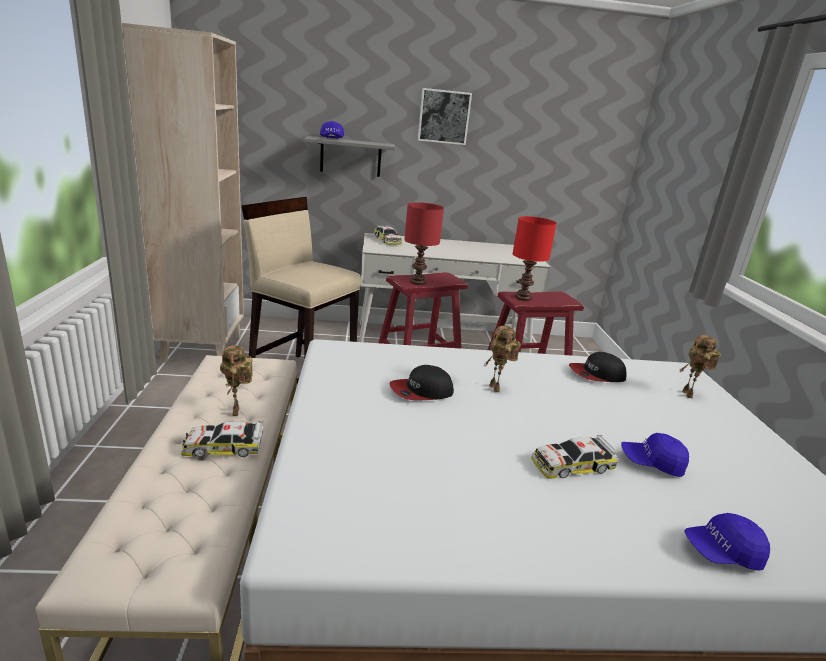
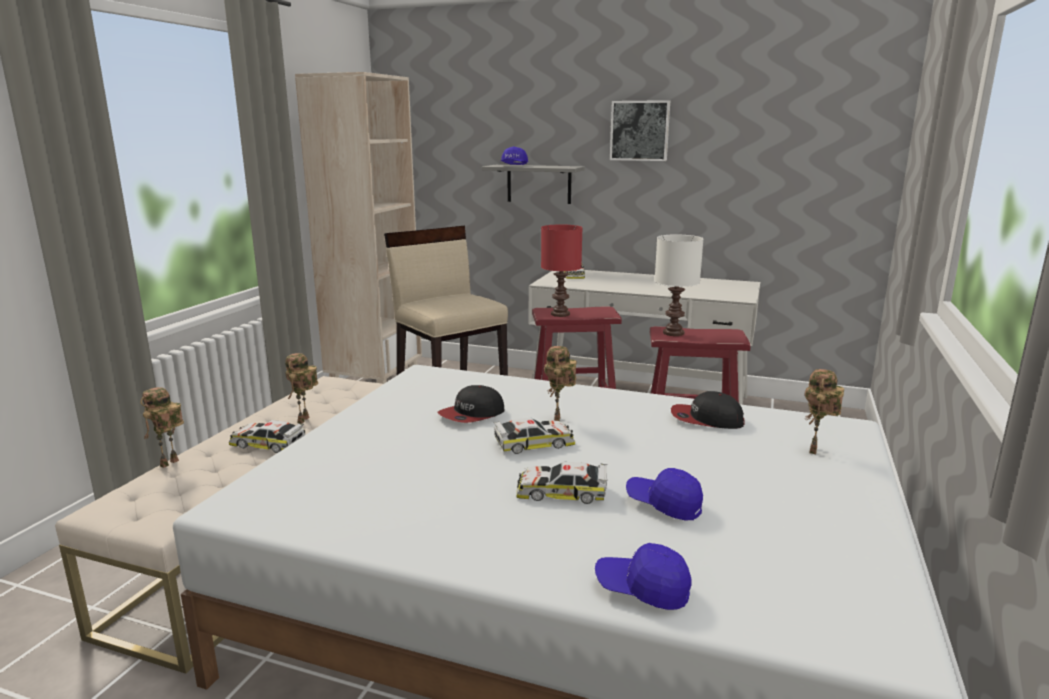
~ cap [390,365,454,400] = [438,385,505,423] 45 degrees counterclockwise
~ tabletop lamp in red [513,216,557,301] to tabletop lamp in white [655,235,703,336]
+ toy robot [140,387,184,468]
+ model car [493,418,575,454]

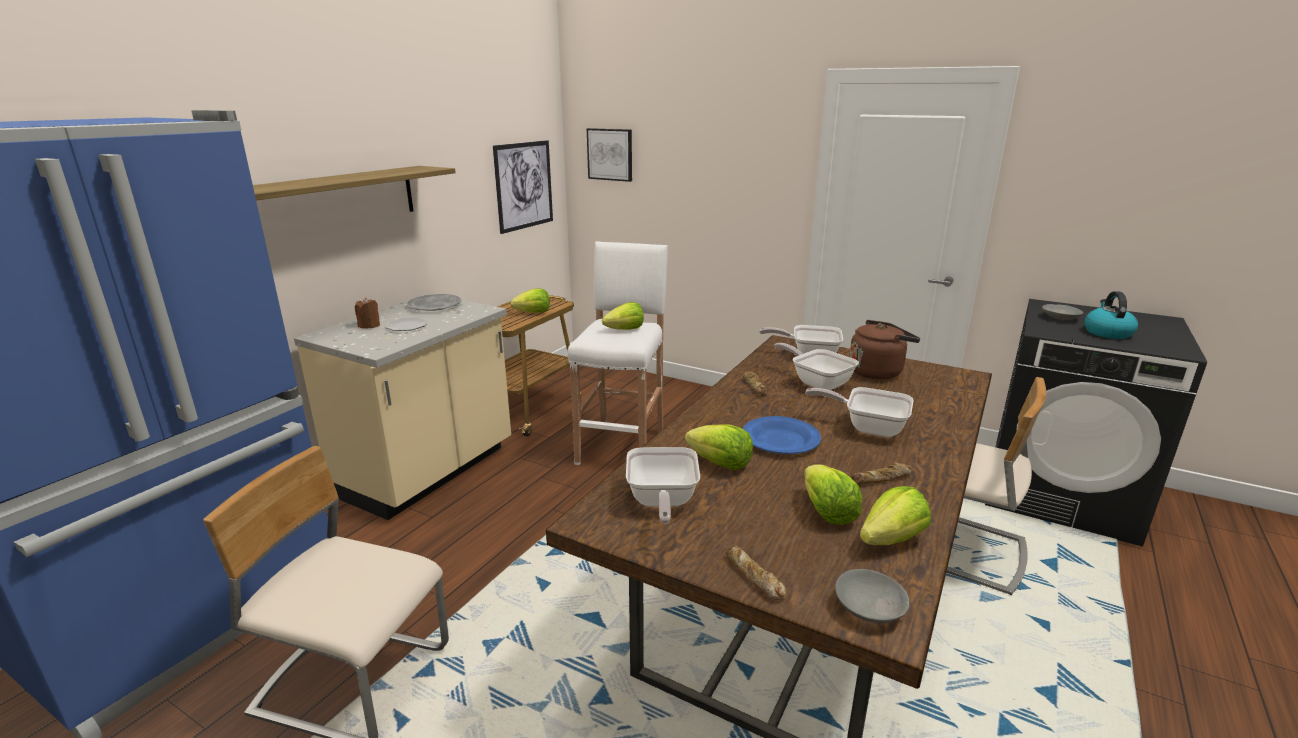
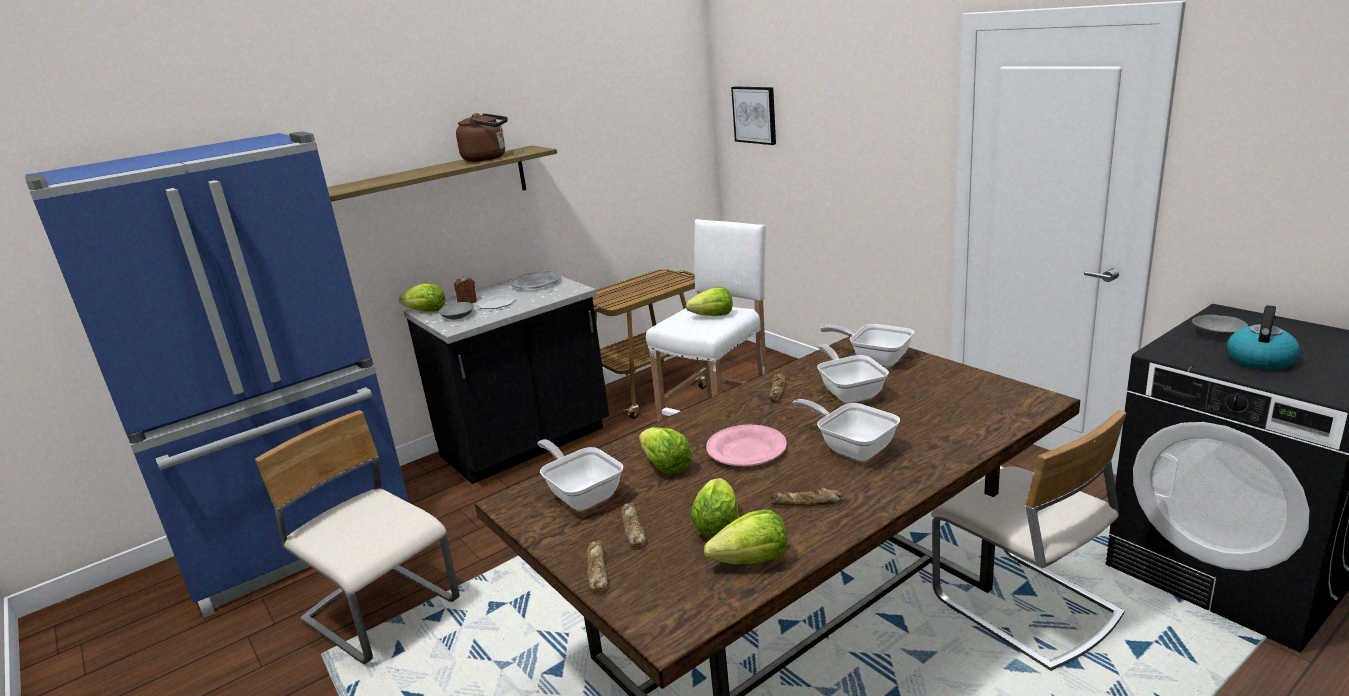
~ kitchen counter in beige-coloured [294,294,511,520] to kitchen counter in black [404,270,609,484]
- wall picture [493,140,553,234]
~ lettuce [511,289,550,313] to [399,283,446,312]
~ skillet [626,447,700,524] = [537,439,623,511] 120 degrees clockwise
~ dinner plate in bluish [743,416,821,454] to dinner plate in pinkish [706,425,787,466]
~ deep dish in grey [835,569,909,623] to [439,302,474,320]
~ tea kettle in brownish [849,320,920,380] to [456,113,508,162]
+ bread [621,502,646,547]

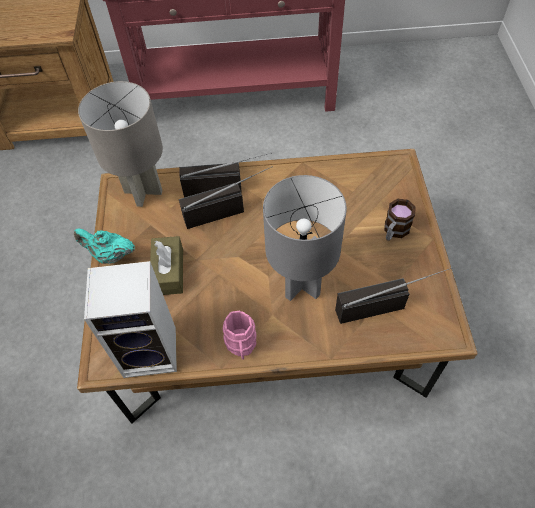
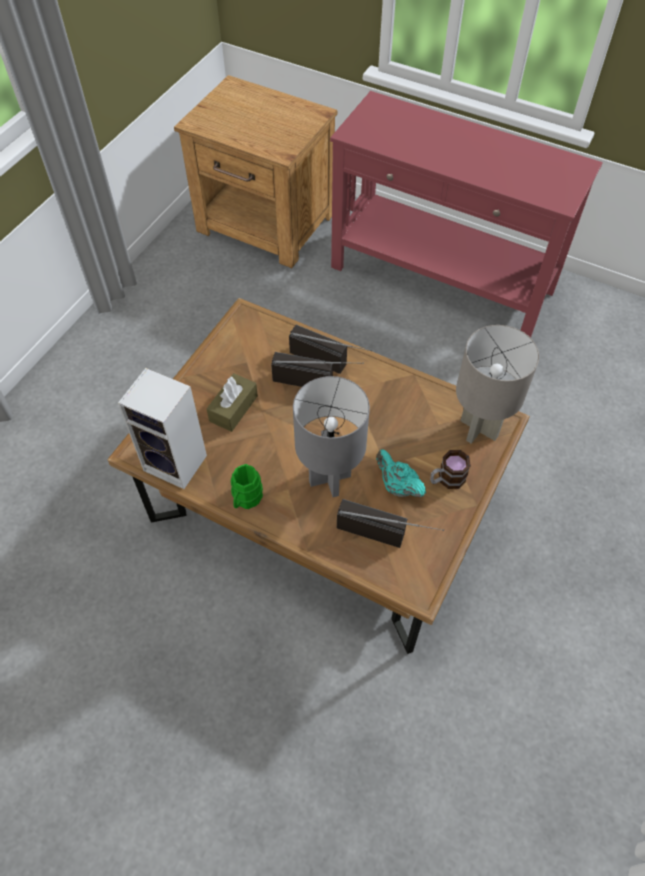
~ tea pot in turquoise [74,228,135,264] to [376,449,426,497]
~ tabletop lamp in grey [78,81,163,207] to [456,325,539,444]
~ coffee mug in pinkish [223,311,257,360] to coffee mug in greenish [231,464,263,509]

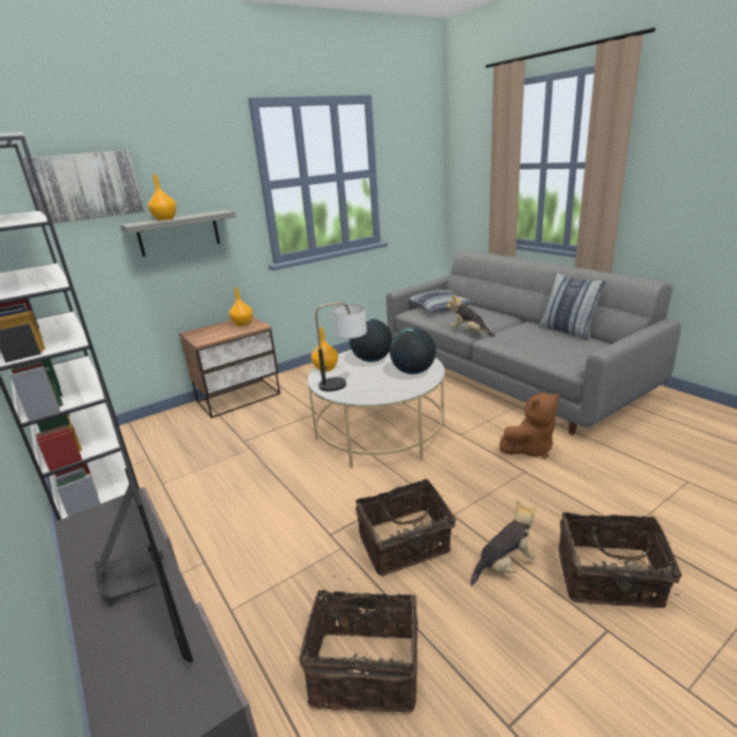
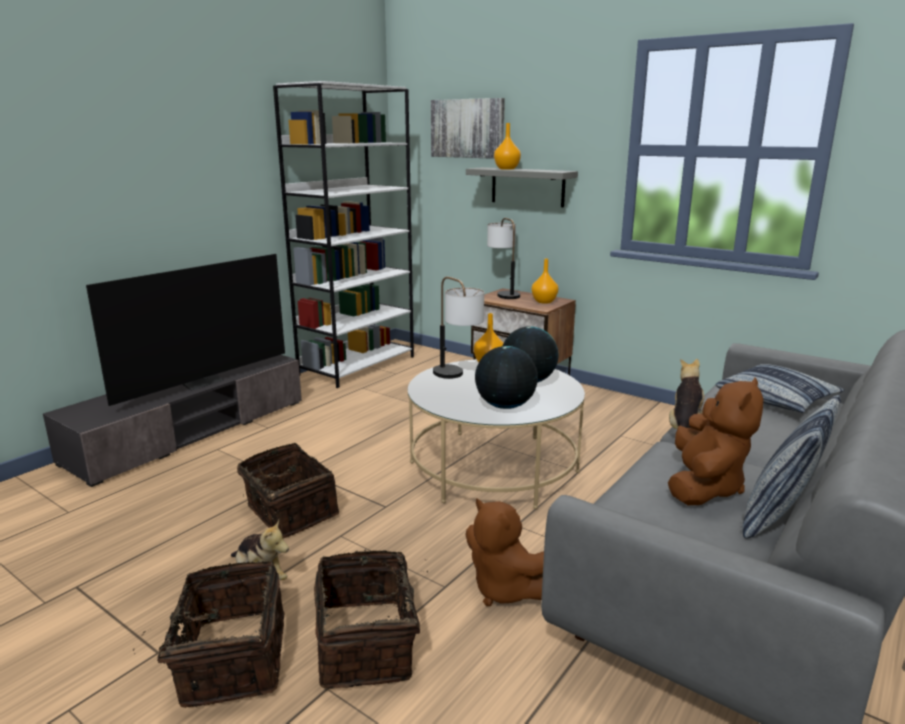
~ storage basket [299,576,418,713] to [314,550,428,689]
+ tabletop lamp [487,218,520,299]
+ cuddly toy in brownish [668,377,764,505]

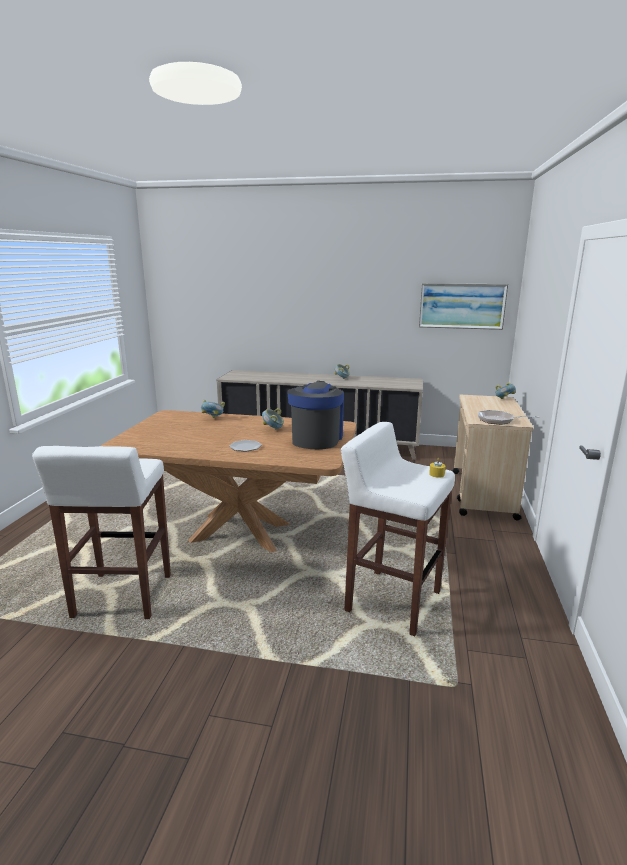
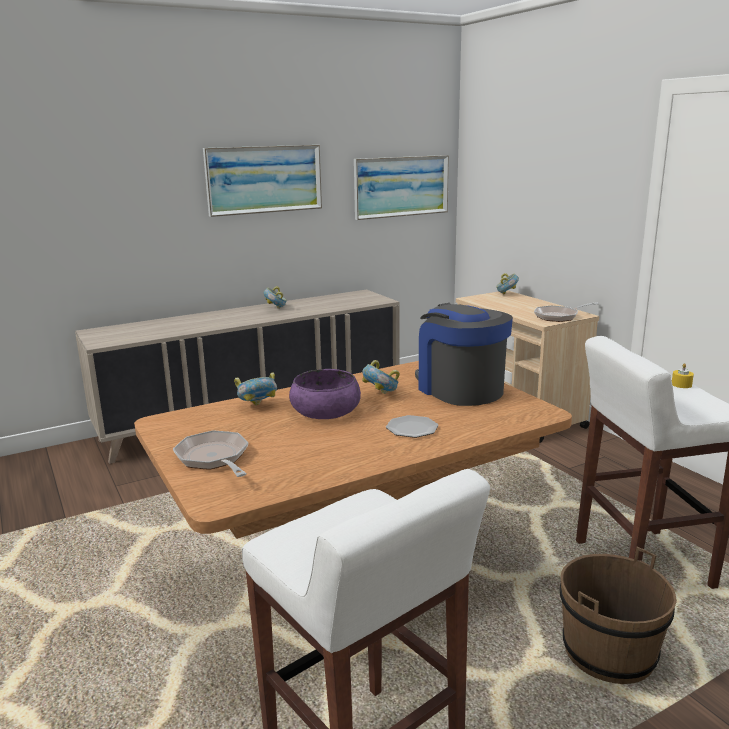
+ skillet [173,430,248,477]
+ wall picture [203,145,322,217]
+ deep dish in purple [289,369,361,419]
+ water bucket in brownish [560,547,677,684]

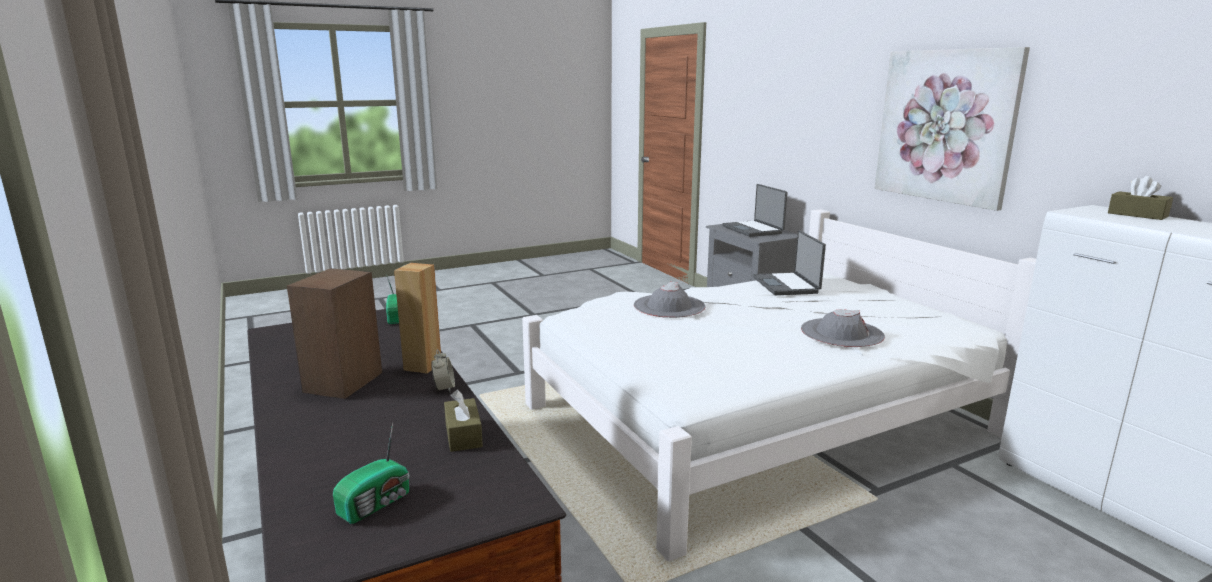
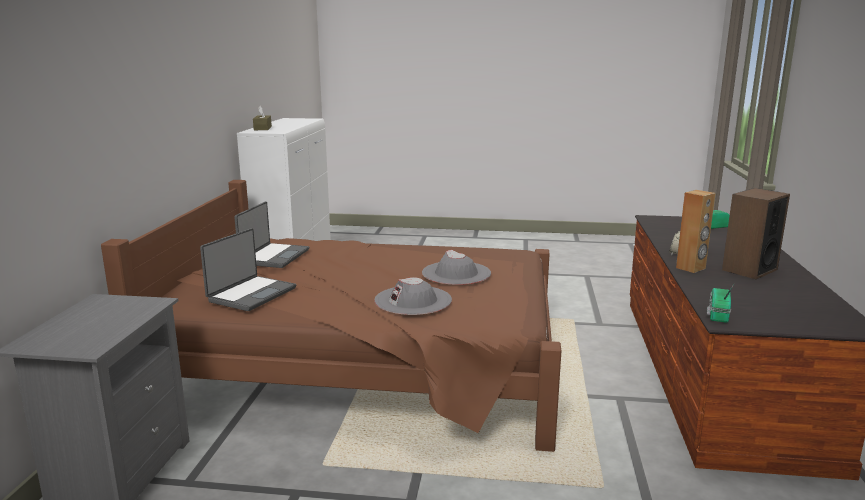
- box of tissues in brownish [444,390,483,452]
~ bedroom bed in white [522,209,1036,561] to bedroom bed in brownish [101,180,561,452]
~ notebook computer [722,184,787,237] to [234,202,309,268]
~ hat in grey [801,309,885,347] to [422,250,491,285]
- wall picture [875,47,1030,211]

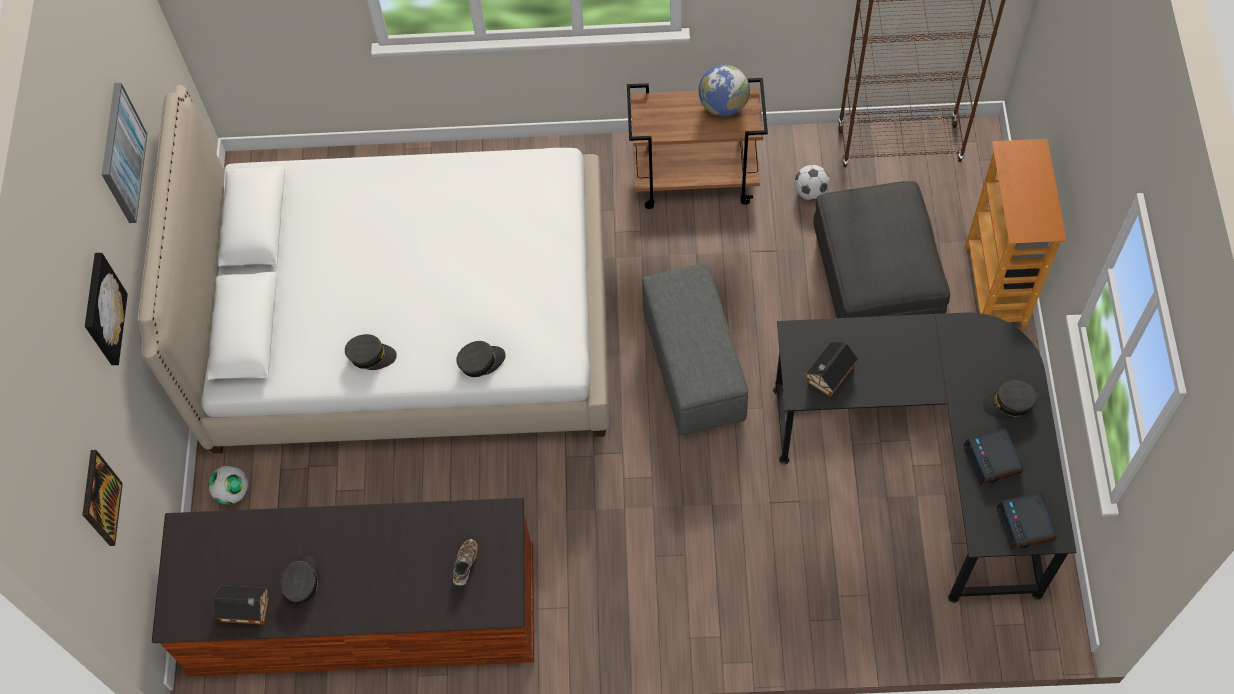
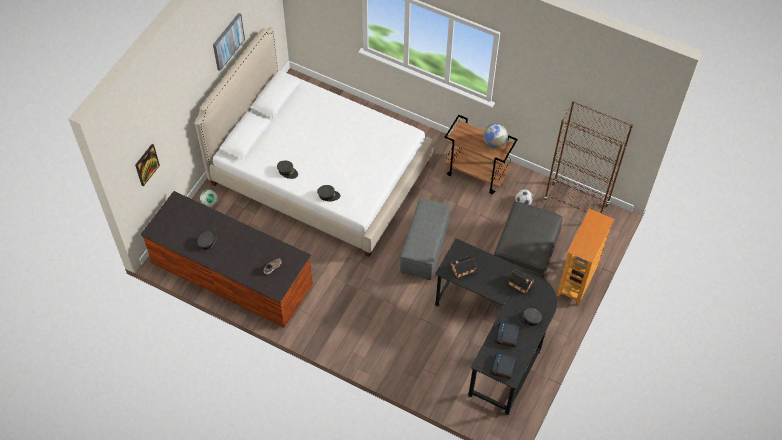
- wall picture [85,253,128,365]
~ toy house [213,585,269,625] to [508,269,534,294]

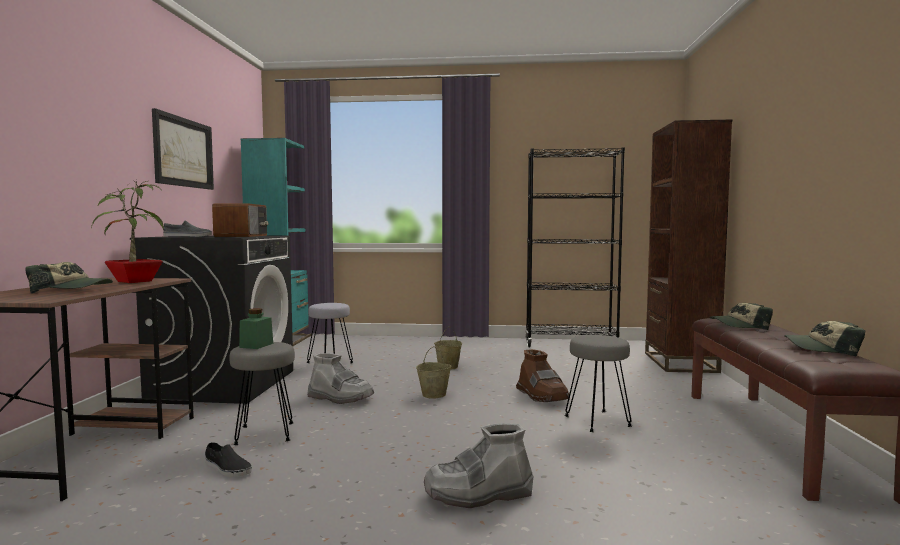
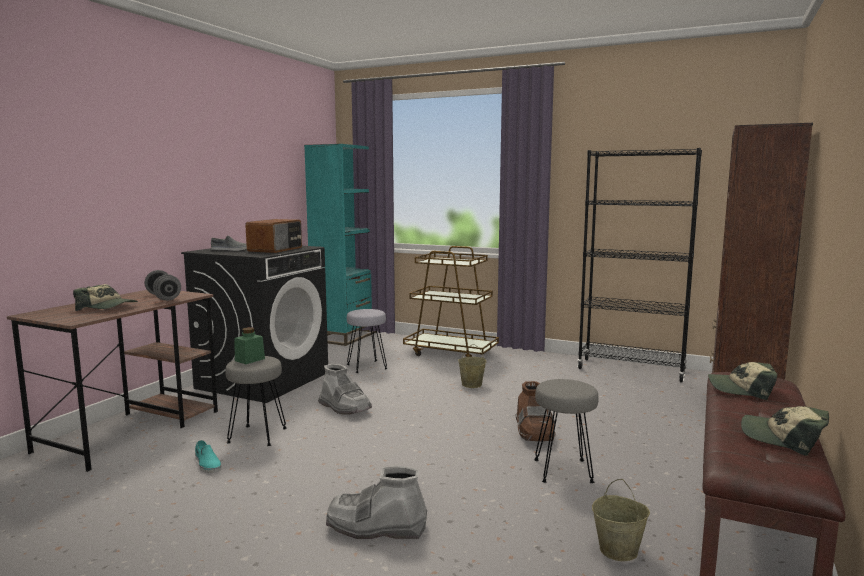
~ potted plant [91,180,164,283] to free weight in grey [145,270,181,301]
- wall picture [152,108,214,190]
~ item of footwear in black [205,442,252,477] to item of footwear in turquoise [195,440,222,473]
~ water bucket in beige-coloured [416,346,452,399] to [592,479,650,561]
+ trolley in brownish [403,246,499,357]

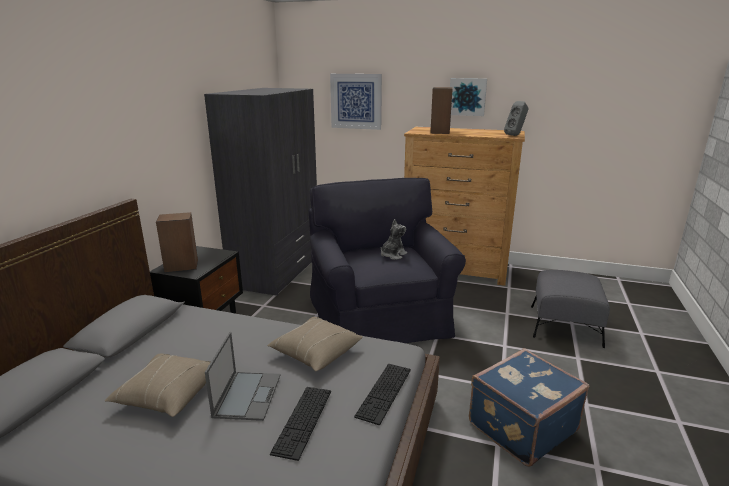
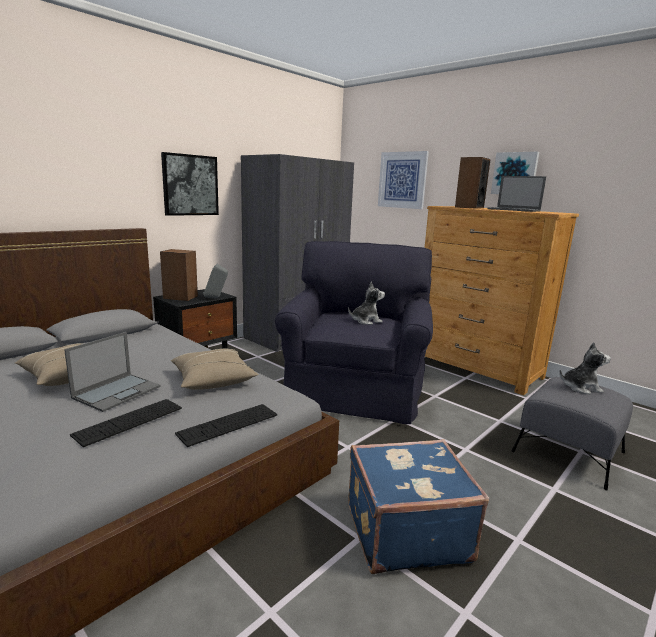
~ speaker in grey [504,101,528,136] to [203,264,228,298]
+ wall picture [161,152,219,216]
+ notebook computer [487,176,546,212]
+ cuddly toy [559,342,611,394]

